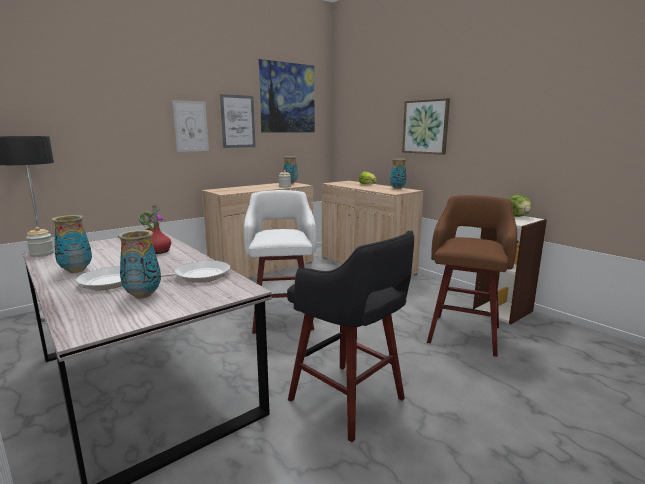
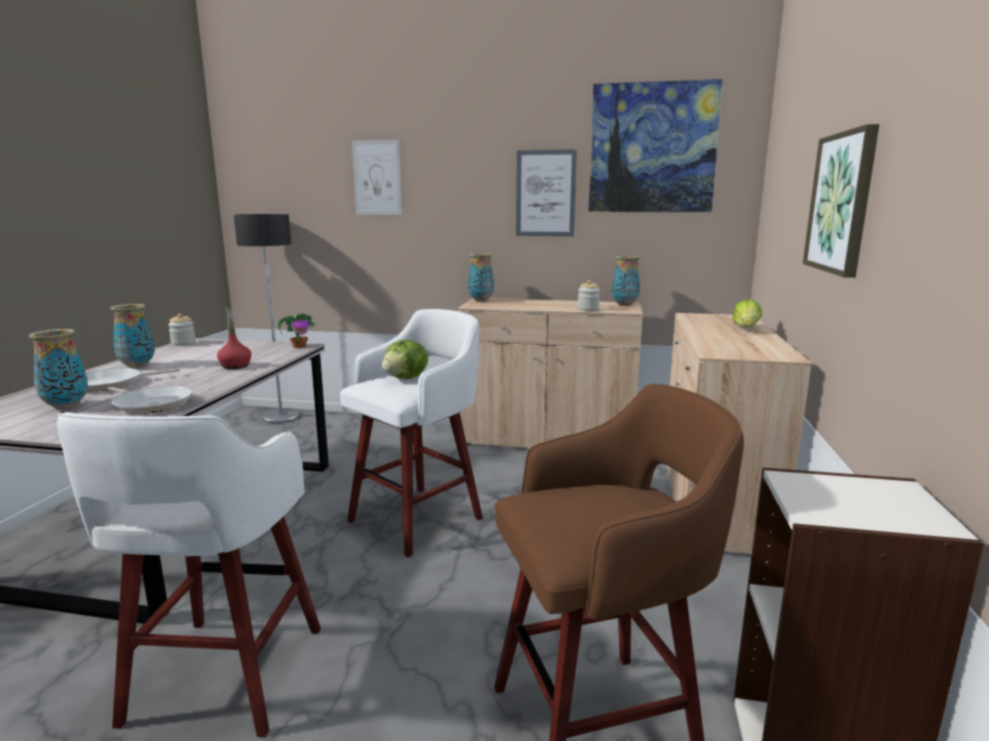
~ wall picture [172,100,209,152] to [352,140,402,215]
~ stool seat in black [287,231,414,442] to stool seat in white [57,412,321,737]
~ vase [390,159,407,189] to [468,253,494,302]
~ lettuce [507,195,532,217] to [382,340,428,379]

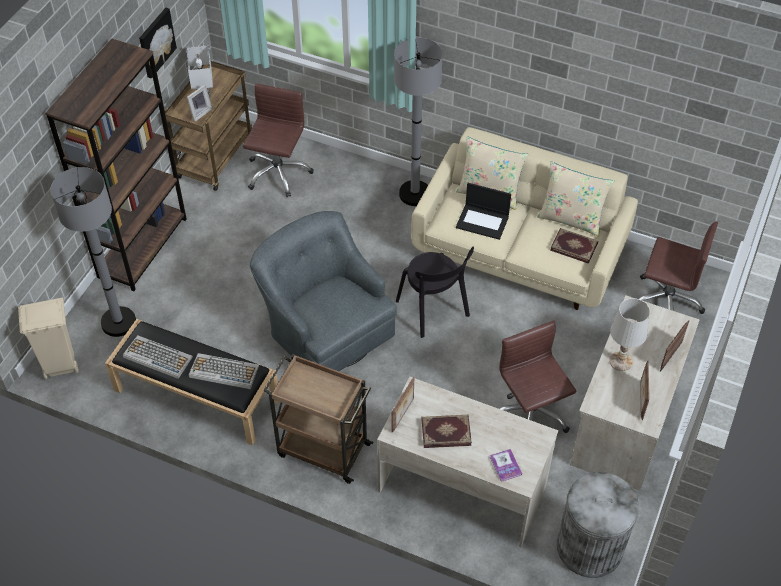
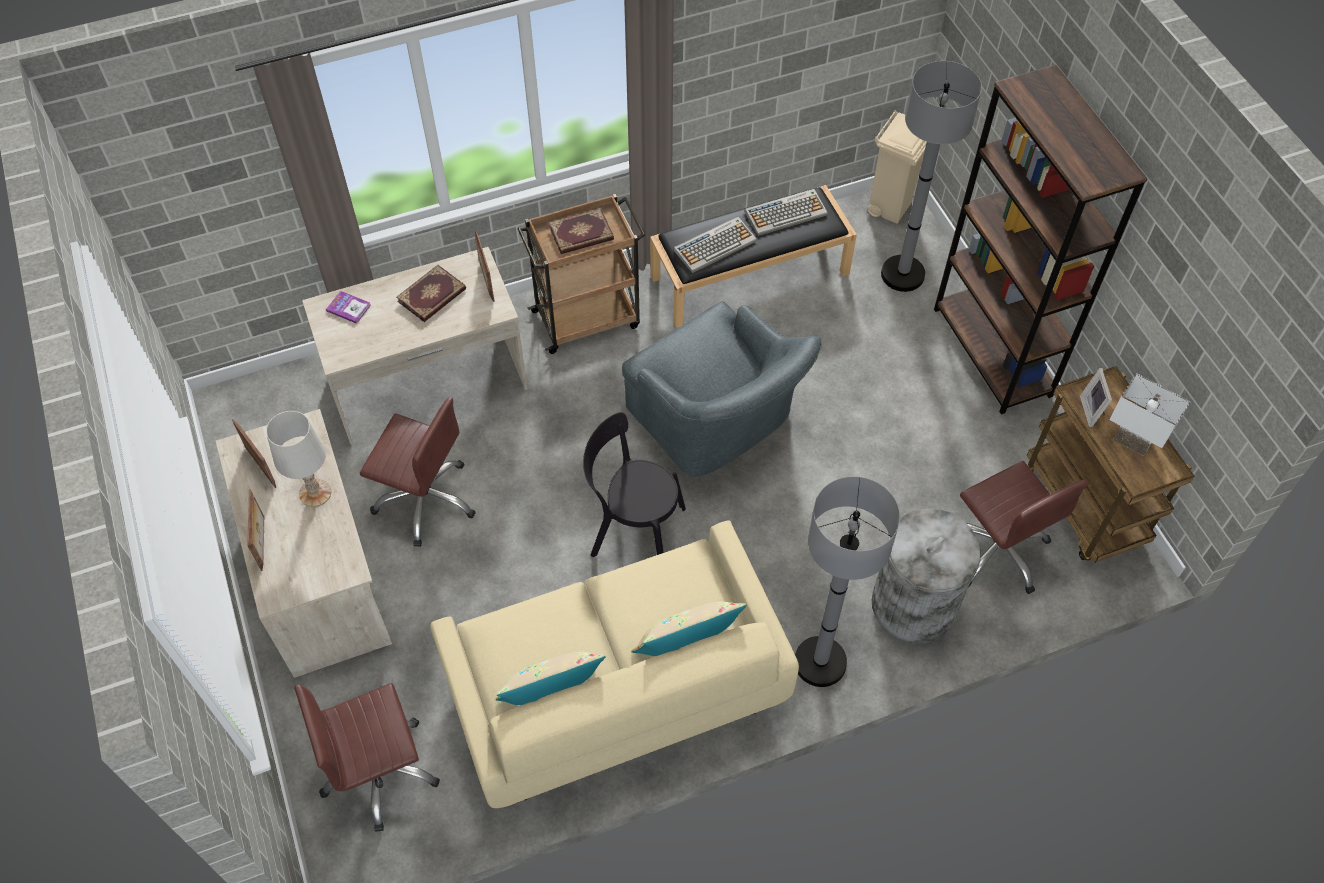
- wall picture [139,8,177,78]
~ easy chair in grey [249,211,397,371] = [622,301,822,476] 45 degrees clockwise
- notebook computer [456,183,511,240]
~ bound book [550,228,598,264] to [549,208,614,254]
~ waste bin in grey [557,472,639,578] to [872,508,981,644]

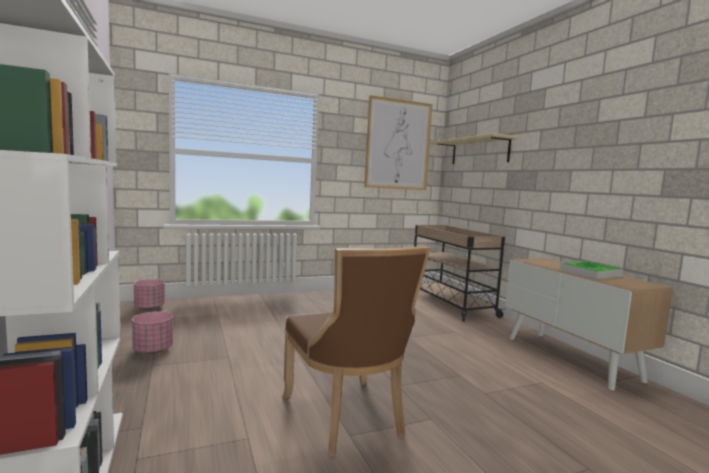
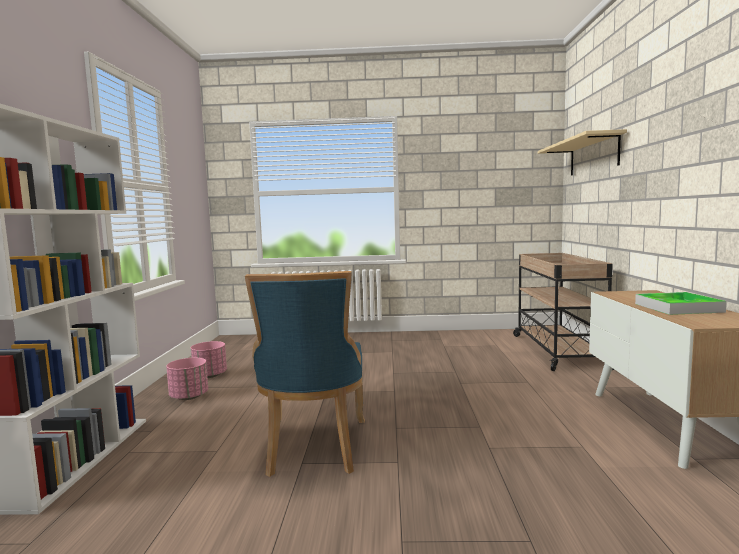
~ flower pot in pinkish [134,279,165,310] to [166,358,208,400]
~ upright chair in brownish [282,246,431,457] to upright chair in bluish [245,271,365,477]
- wall picture [365,95,432,190]

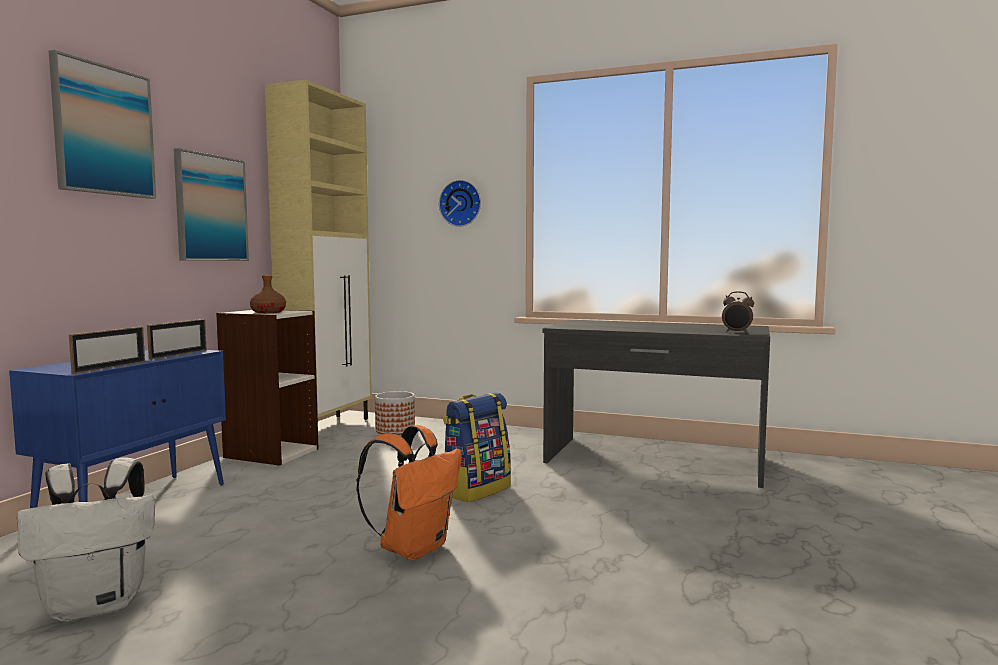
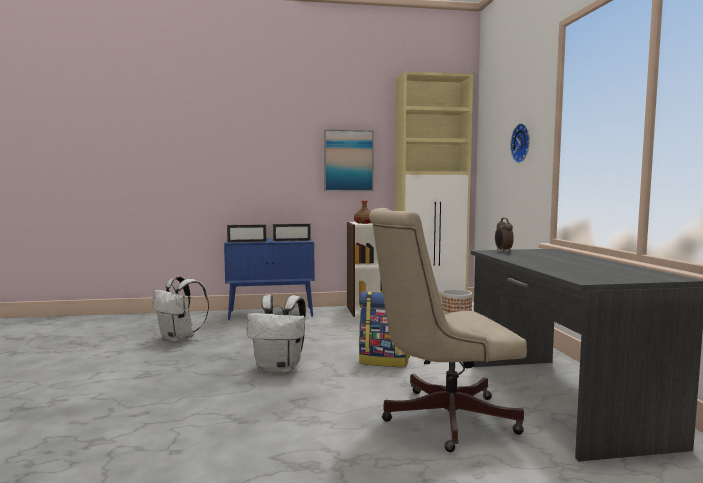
- wall picture [49,50,156,199]
~ backpack in orange [356,425,462,560] to backpack in white [247,295,306,373]
~ bedside clock [722,291,754,333] to [495,218,514,252]
+ desk chair in beige-coloured [369,208,527,452]

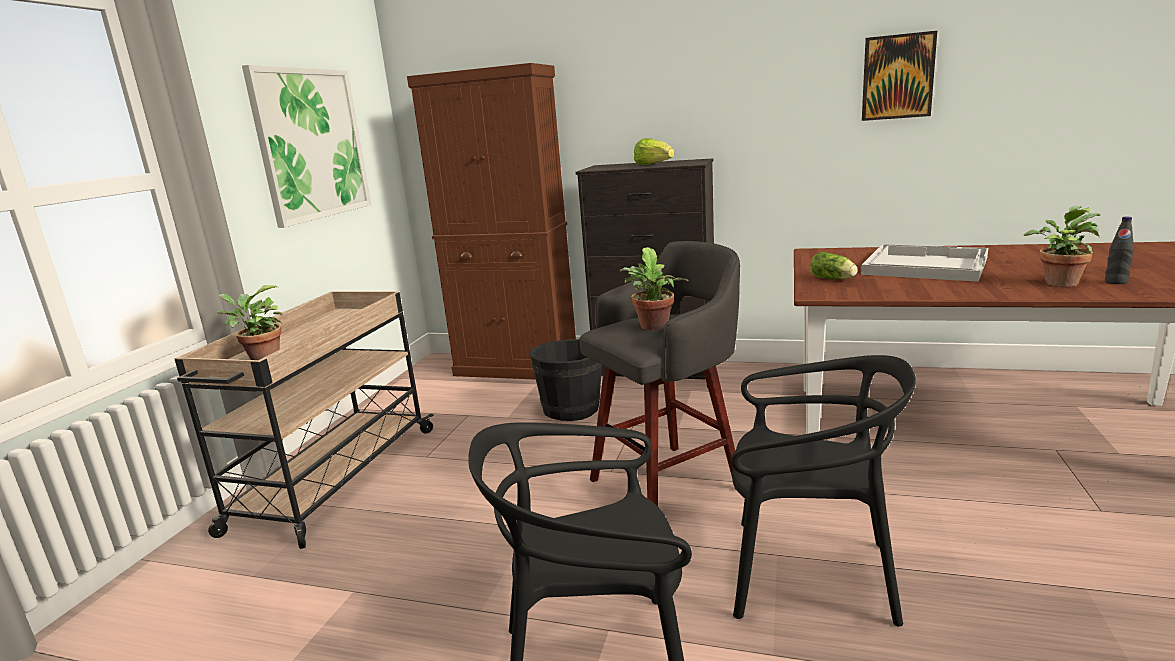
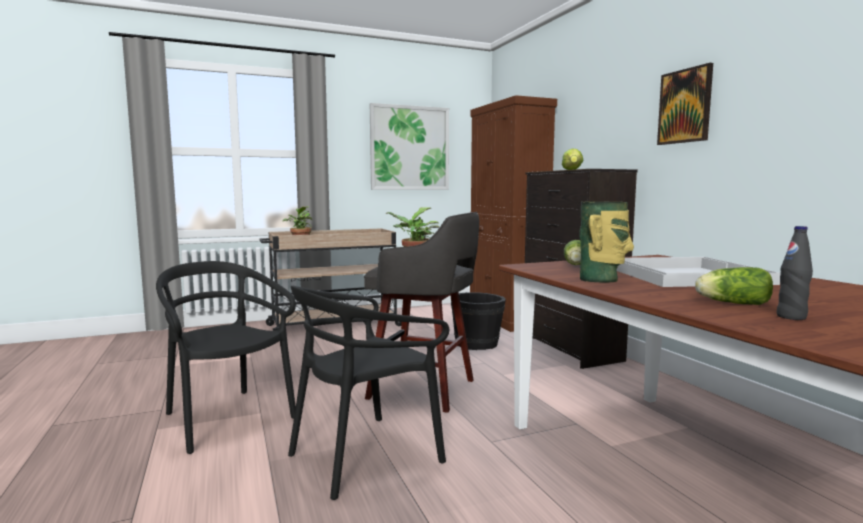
~ upright chair in black [731,355,916,627] = [288,286,449,500] 75 degrees clockwise
~ wall picture [862,31,937,121] to [657,63,713,145]
~ potted plant [1024,206,1100,287] to lettuce [695,267,773,305]
+ vase [579,202,634,282]

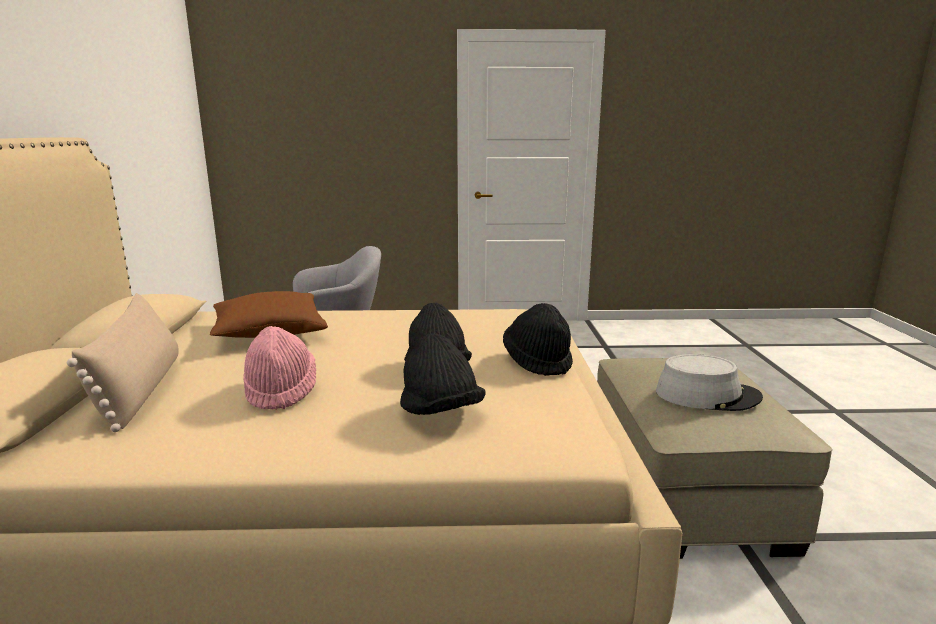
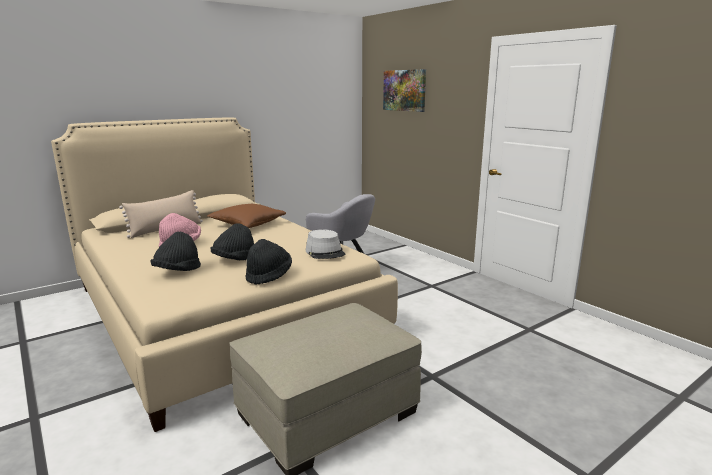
~ hat in grey [656,354,763,411] to [306,229,346,259]
+ wall picture [383,69,426,112]

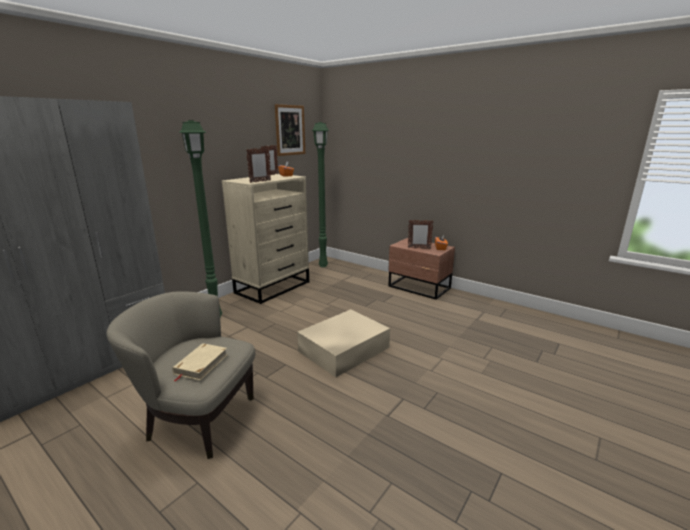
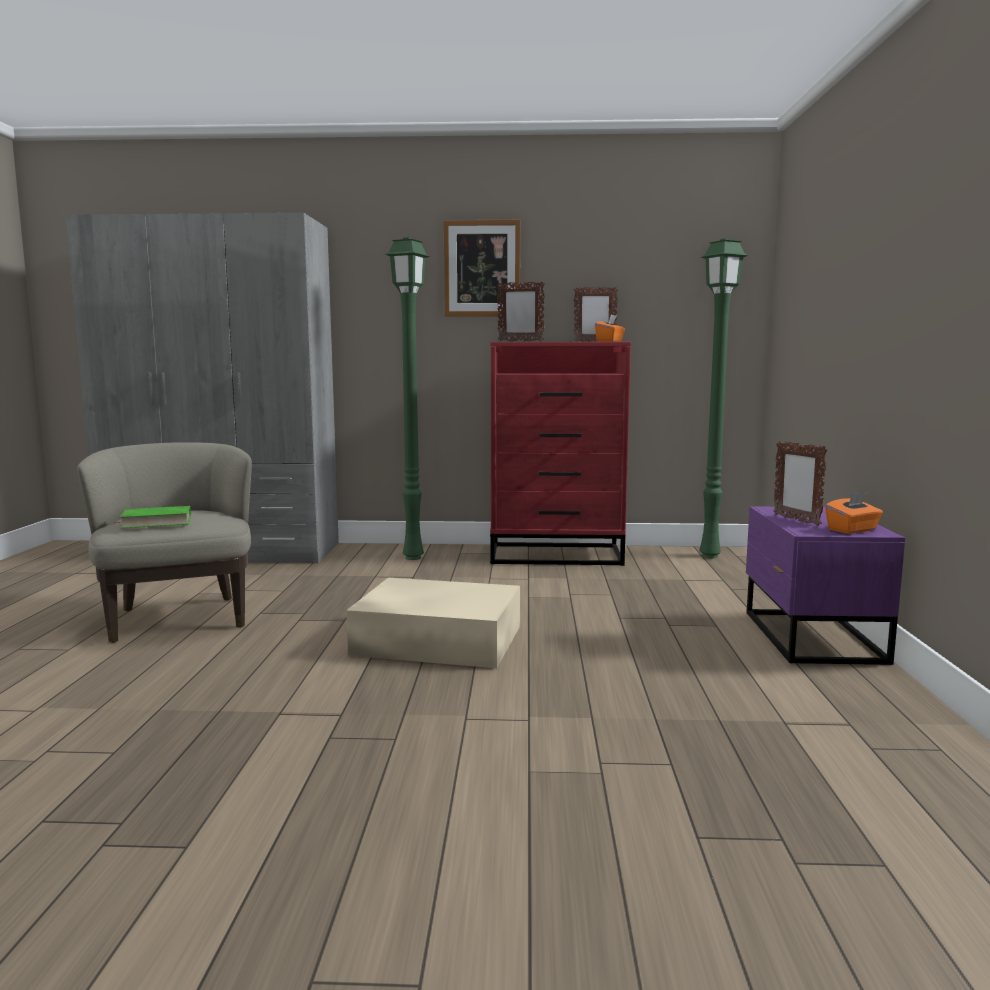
~ bound book in beige-coloured [172,343,228,381] to bound book in greenish [113,506,191,529]
~ drawer chest in beige-coloured [222,174,309,304] to drawer chest in red [490,342,631,566]
~ wall picture [275,104,305,156] to [443,220,520,317]
~ bedside table in brownish [388,238,455,300] to bedside table in purple [746,506,905,665]

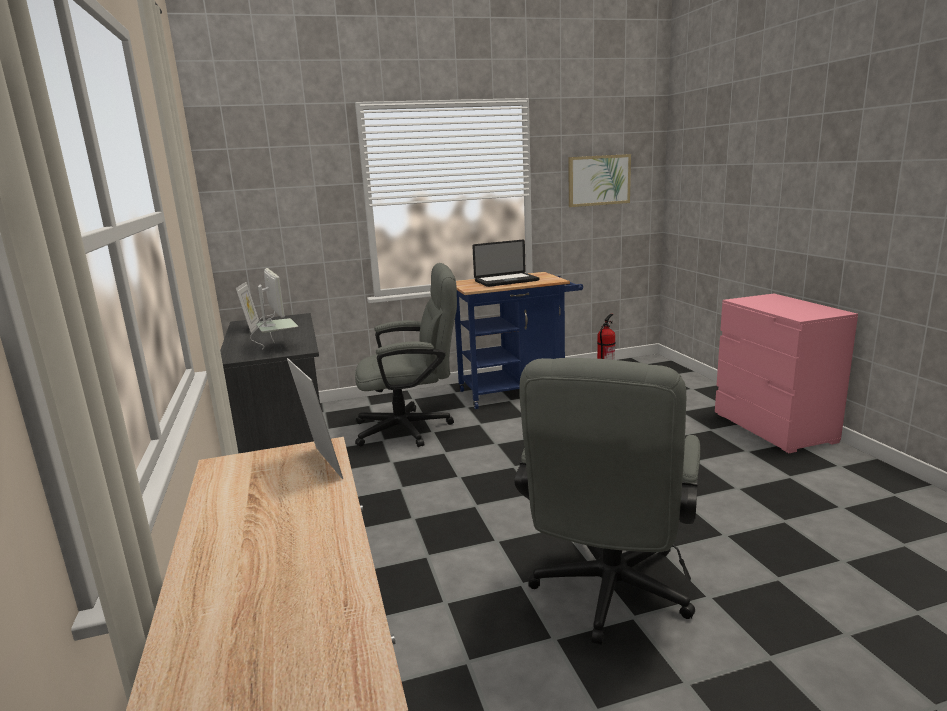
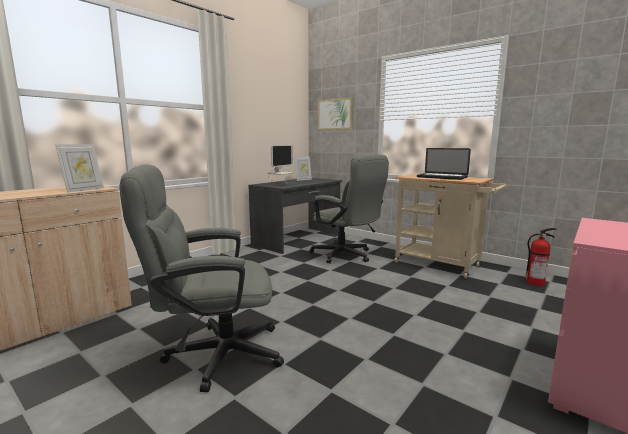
~ trolley in bluish [455,272,583,409] to trolley in beige-coloured [394,174,507,279]
~ wall picture [569,154,631,207] to [318,97,353,130]

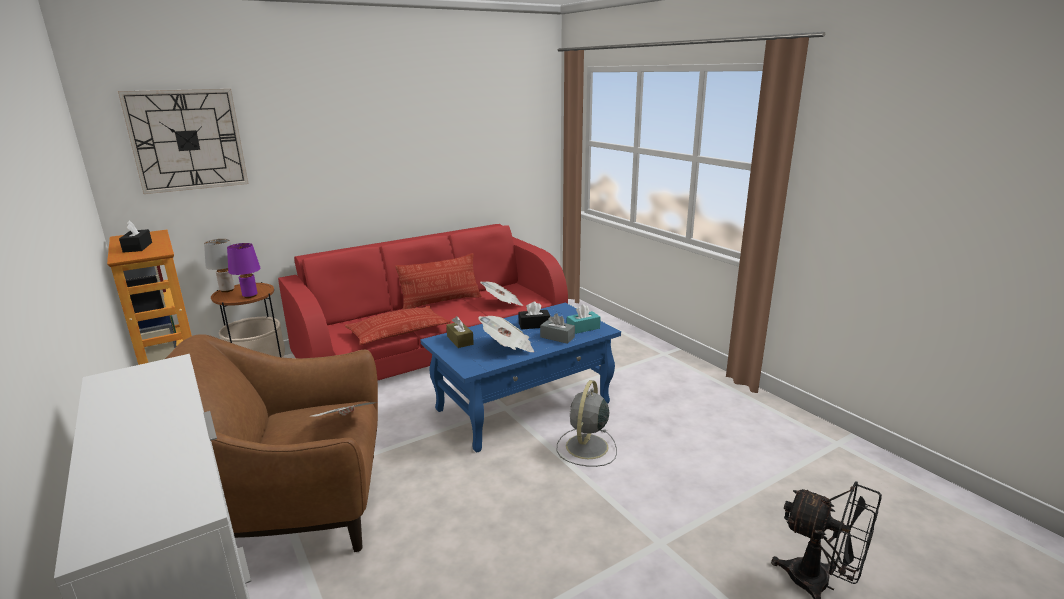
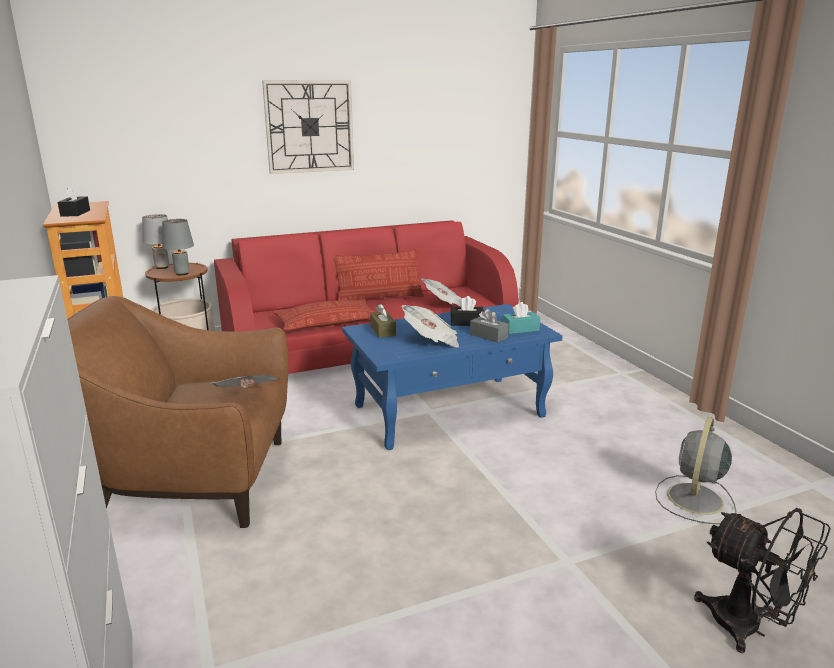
~ wall clock [118,89,249,194] to [262,80,354,174]
~ tabletop lamp in purple [227,243,261,298] to tabletop lamp in grey [162,219,194,275]
~ cooling fan in grey [557,380,617,467] to [655,417,736,524]

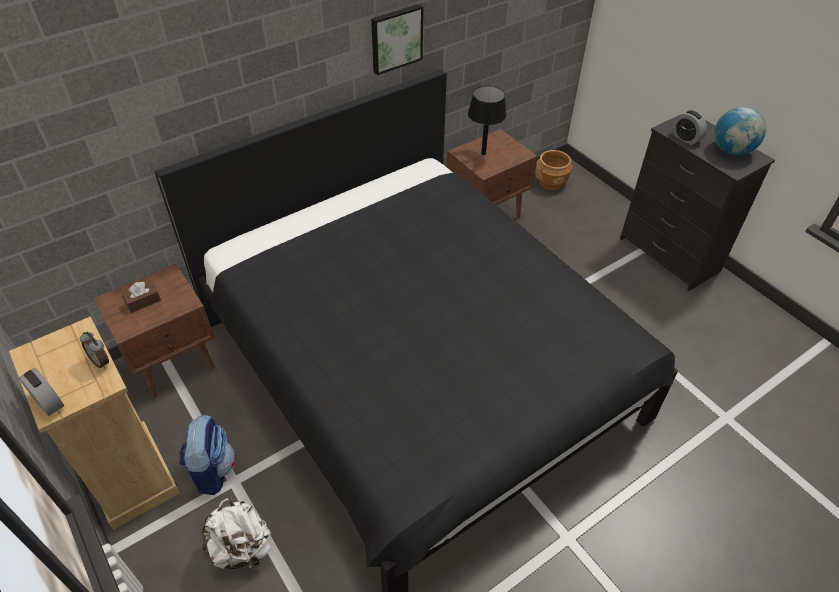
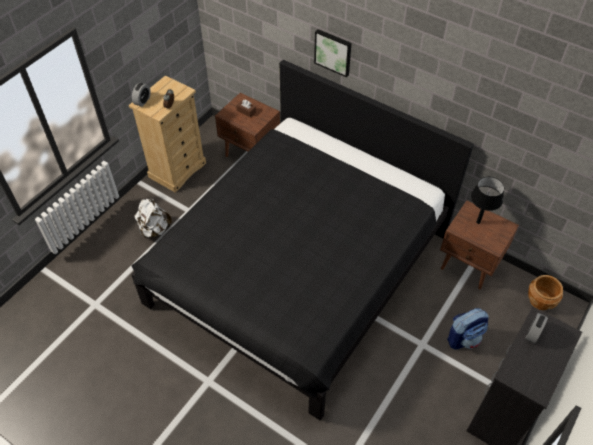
~ backpack [179,415,236,495] to [447,308,489,349]
~ wall picture [371,4,423,75] to [314,29,352,77]
- globe [714,107,766,155]

